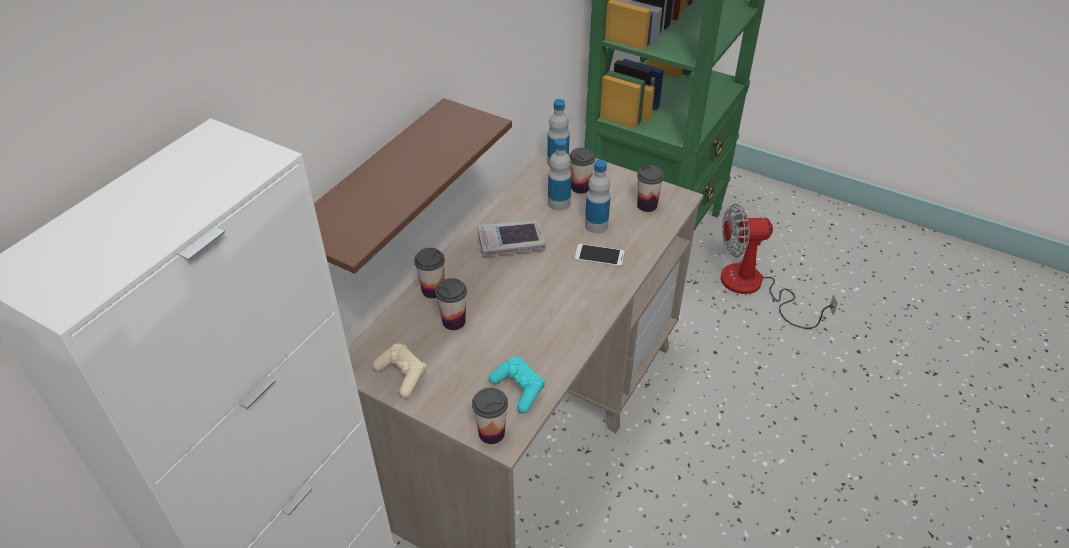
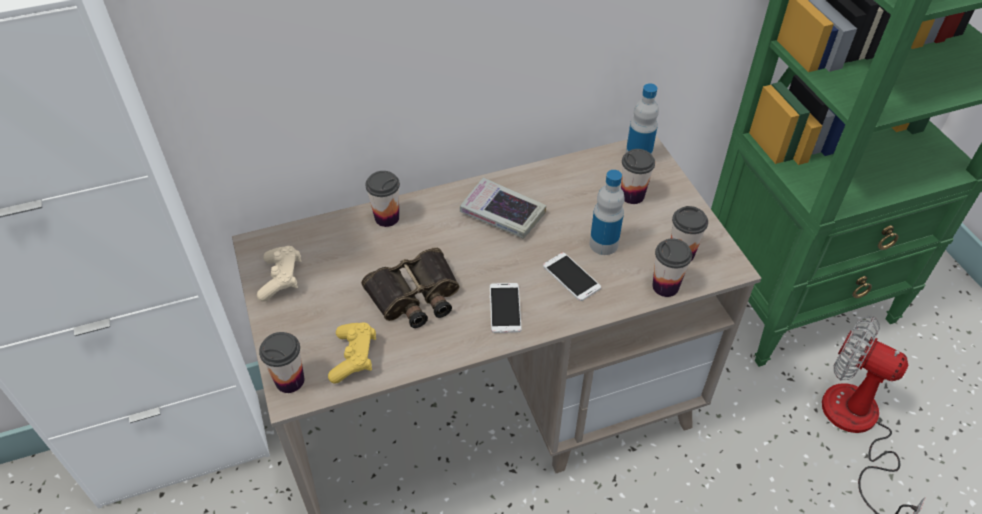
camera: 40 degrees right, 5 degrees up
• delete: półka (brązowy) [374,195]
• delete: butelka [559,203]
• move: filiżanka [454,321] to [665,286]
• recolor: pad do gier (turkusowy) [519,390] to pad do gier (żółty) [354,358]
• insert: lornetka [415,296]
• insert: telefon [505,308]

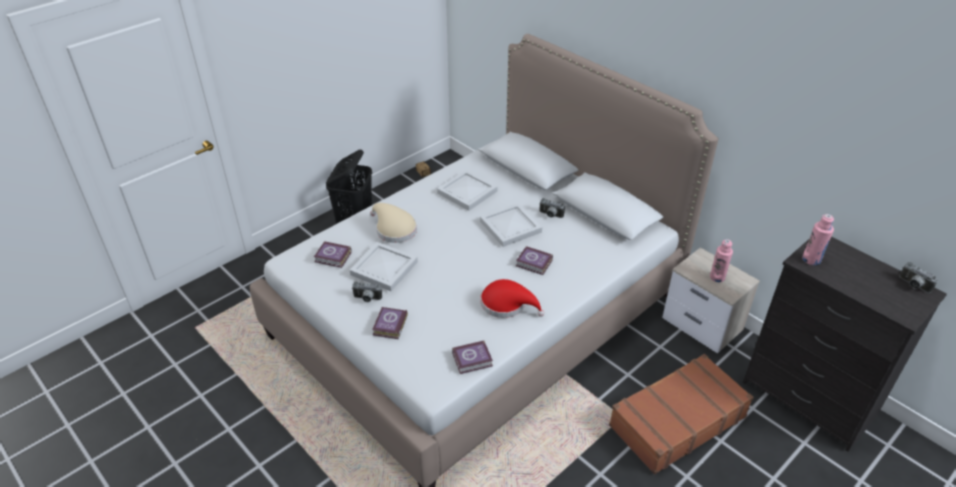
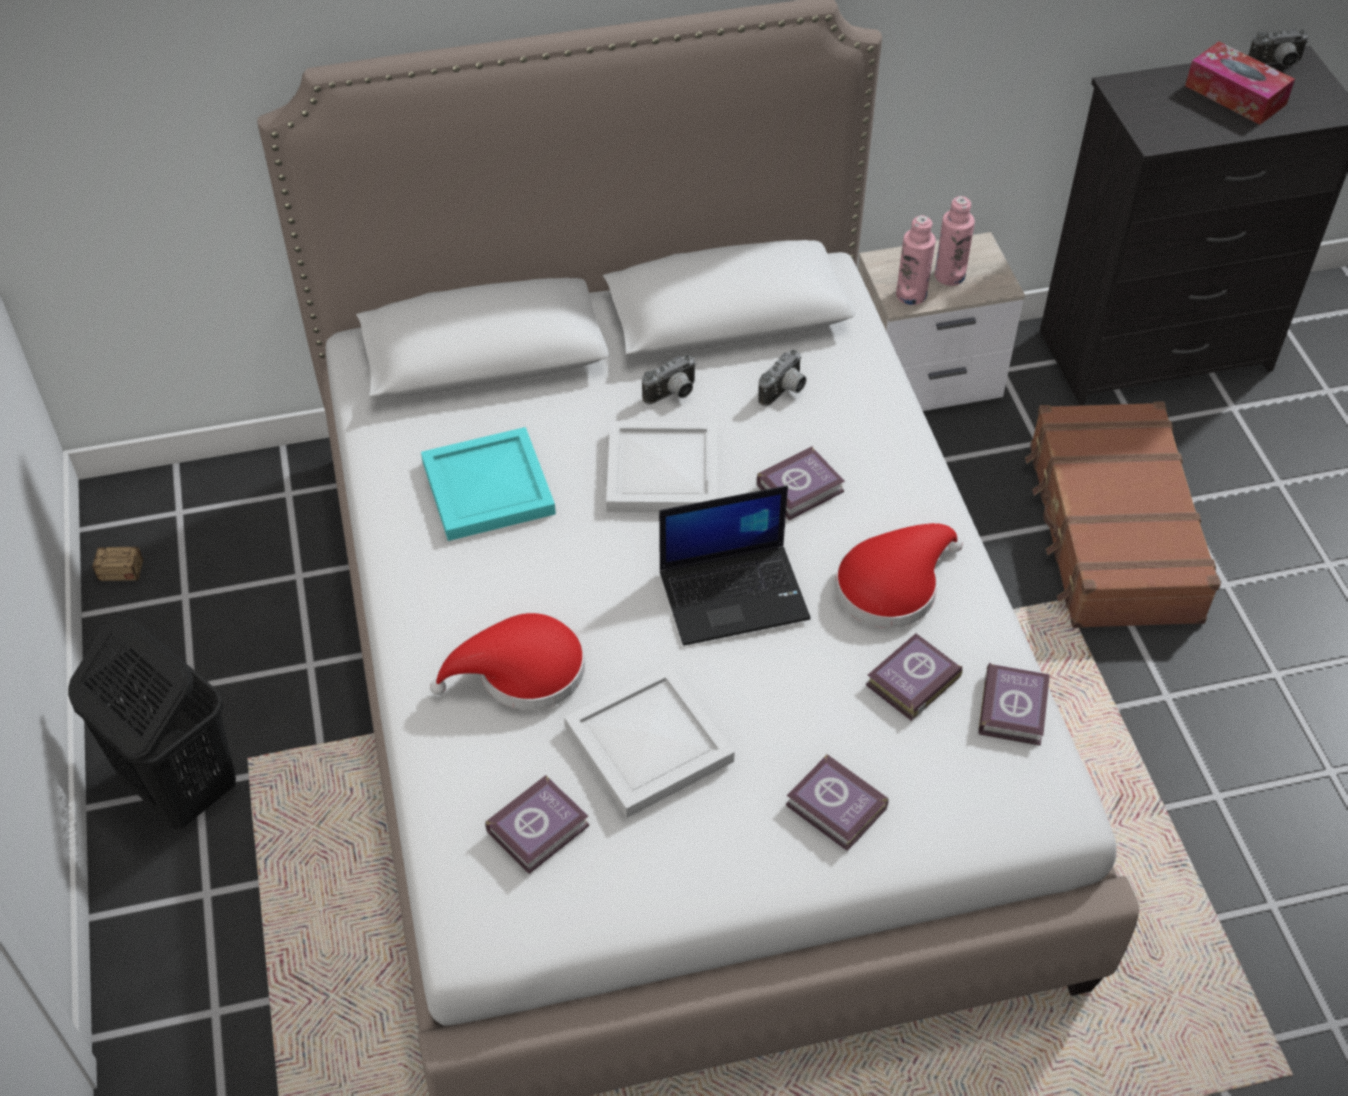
camera: 60 degrees left, 10 degrees up
• recolor: taca (biały) [468,192] to taca (turkusowy) [489,486]
• recolor: kapelusz (beżowy) [394,229] to kapelusz (czerwony) [522,672]
• move: butelka (różowy) [811,259] to [911,295]
• move: aparat fotograficzny [367,299] to [785,392]
• insert: pudełko chusteczek [1235,95]
• insert: laptop [735,593]
• insert: książka [910,681]

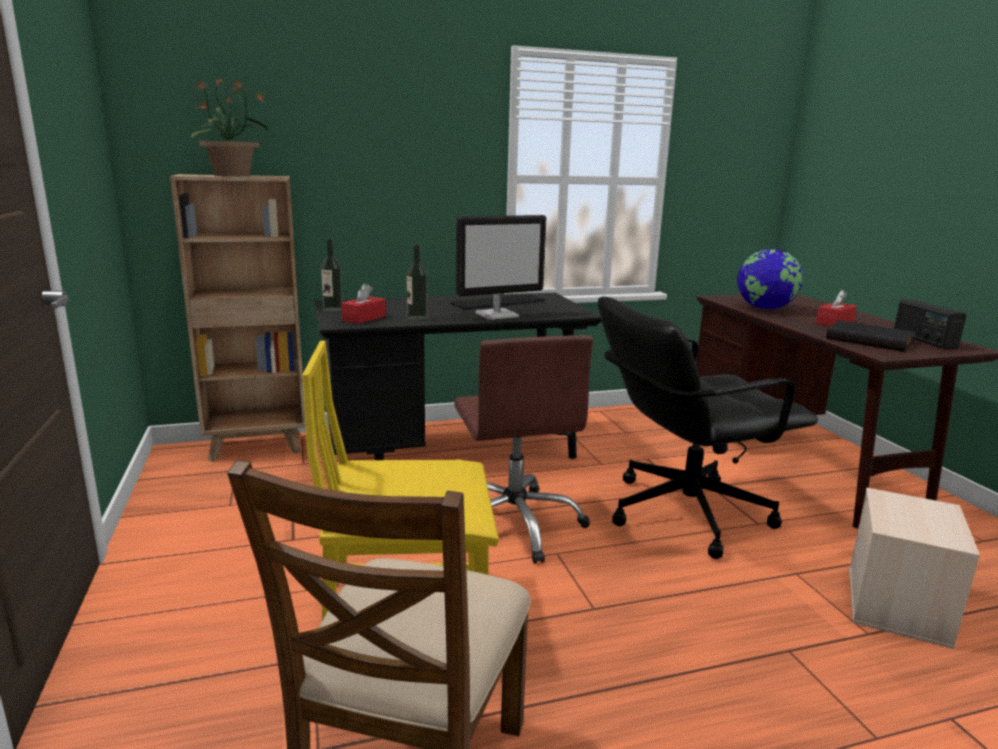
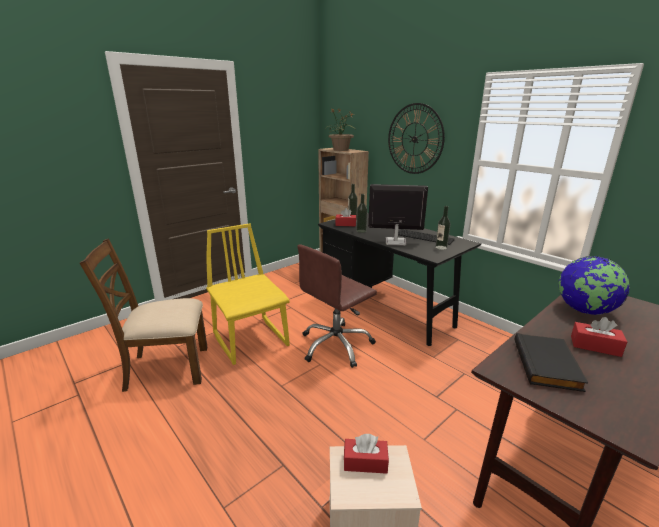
camera: 65 degrees right, 5 degrees up
• rotate: monitor [497,315] = [395,242] 150 degrees clockwise
• delete: krzesło biurowe (czarny) [684,512]
• delete: radio [923,340]
• insert: zegar ścienny [414,139]
• insert: butelka [441,247]
• insert: pudełko chusteczek (czerwony) [365,462]

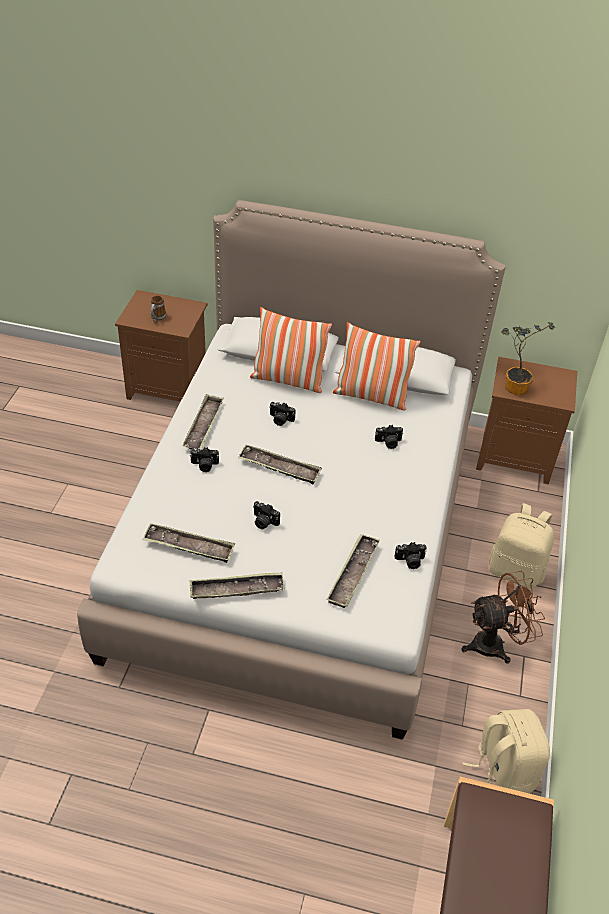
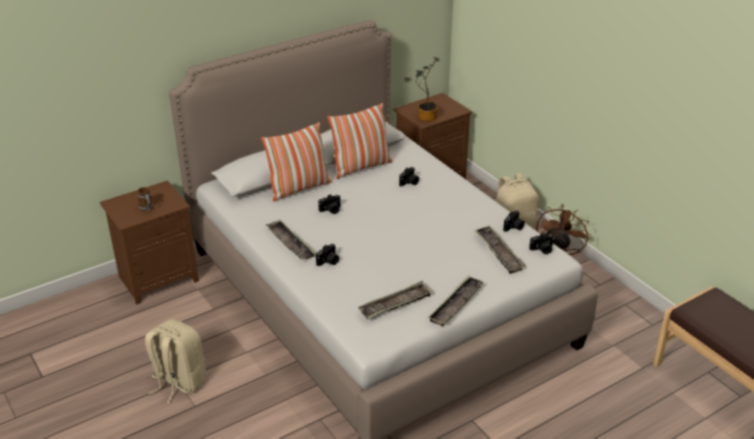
camera: 45 degrees left, 10 degrees down
• delete: taca [279,468]
• move: aparat fotograficzny [263,522] to [542,250]
• move: plecak (beżowy) [501,772] to [178,381]

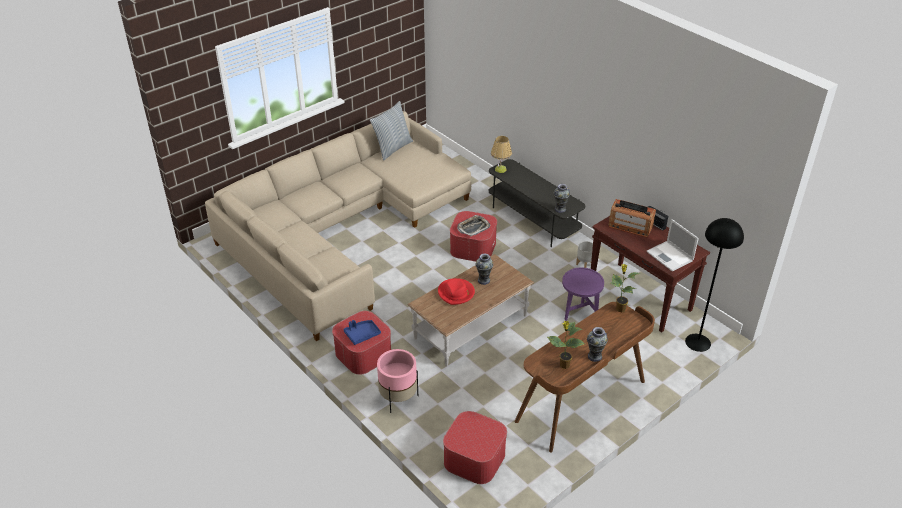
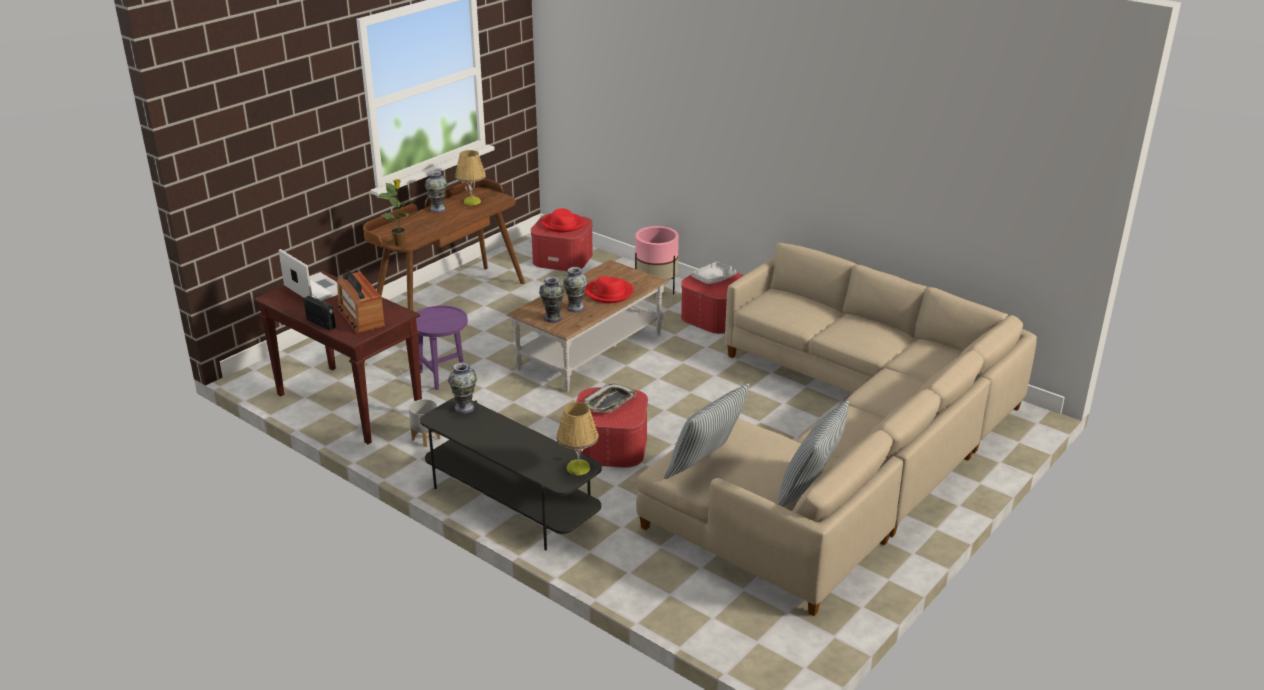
camera: 170 degrees right, 10 degrees down
• rotate: radio [630,226] = [361,317] 135 degrees counterclockwise
• delete: lampa stojąca (czarny) [698,342]
• recolor: taca (niebieski) [362,334] to taca (szary) [714,278]
• replace: roślina doniczkowa [564,365] to lampa stołowa [472,202]
• insert: kapelusz (czerwony) [563,224]
• insert: wazon [553,318]
• insert: poduszka [705,465]

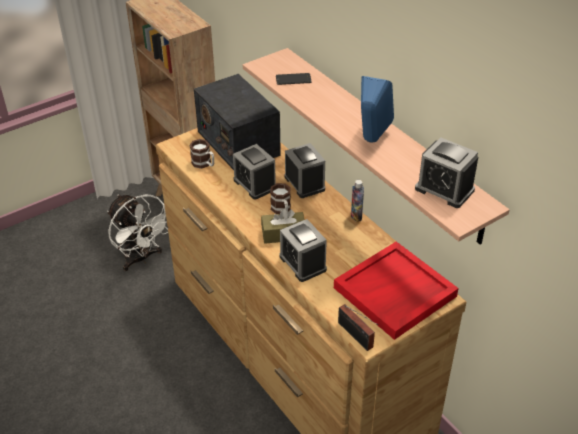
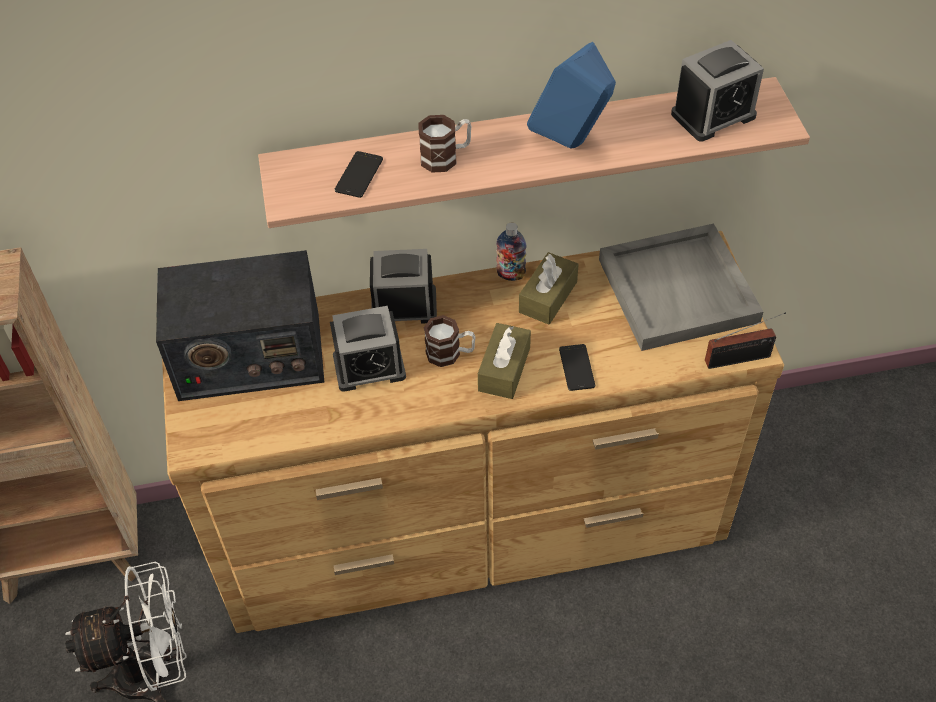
camera: 65 degrees left, 10 degrees up
• move: kubek [204,164] to [446,157]
• replace: budzik [302,263] to telefon [577,367]
• recolor: taca (czerwony) [394,293] to taca (szary) [679,291]
• insert: pudełko chusteczek (brązowy) [548,297]

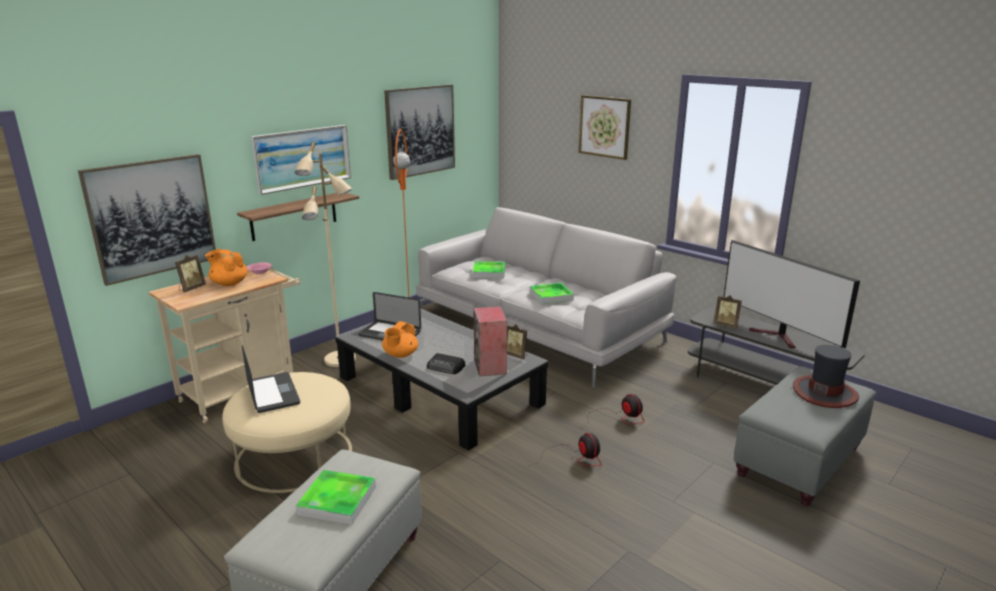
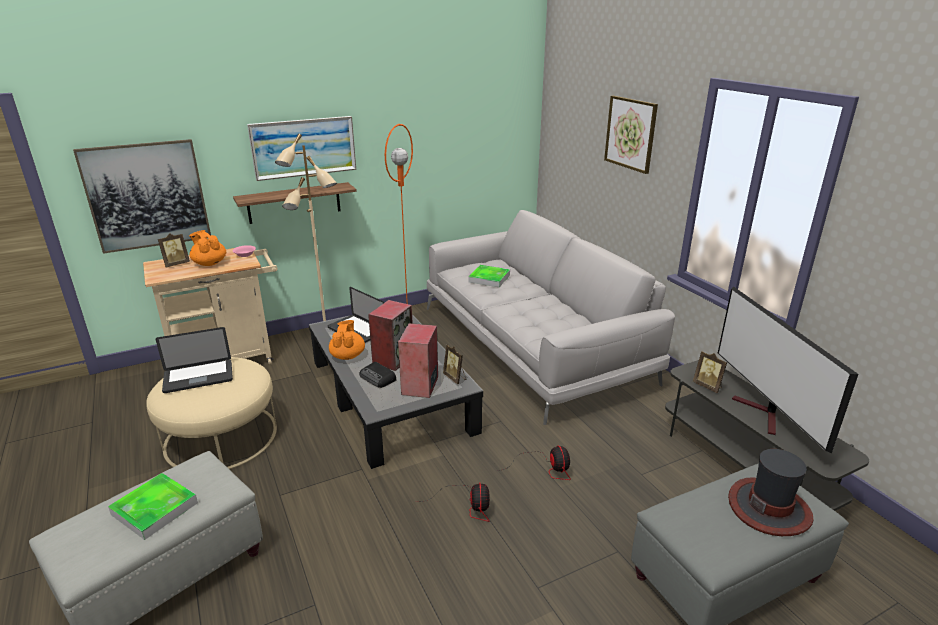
camera: 20 degrees right, 5 degrees up
• delete: obraz [420,131]
• delete: taca [551,296]
• rotate: imbryk (pomarańczowy) [400,355] = [348,355] 135 degrees clockwise
• rotate: laptop [273,393] = [198,377] 75 degrees clockwise
• insert: głośnik [393,358]

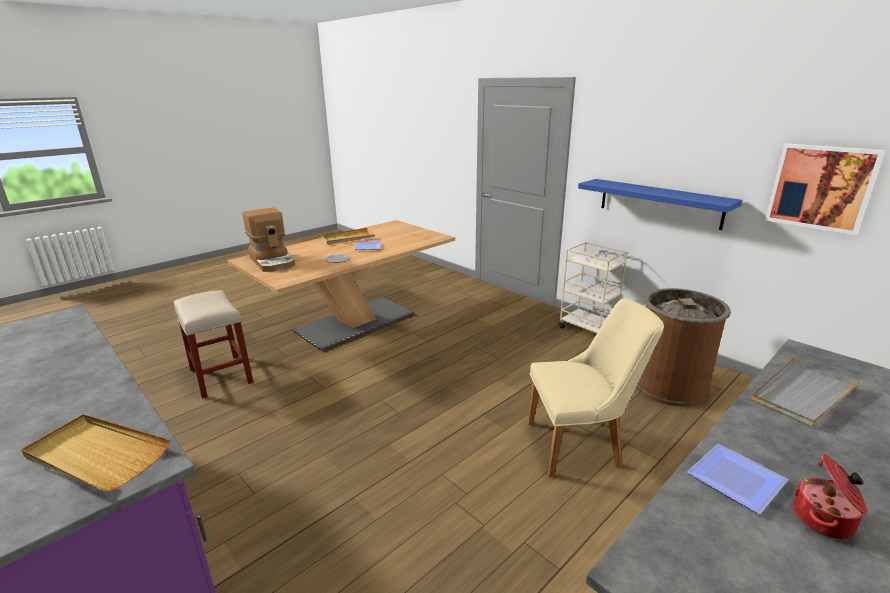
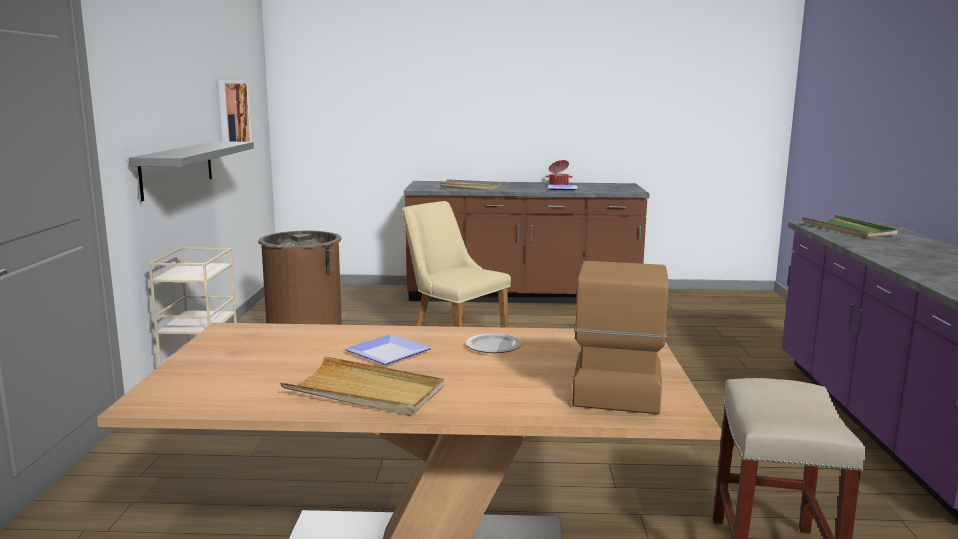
camera: 135 degrees left, 10 degrees down
• recolor: półka (niebieski) [659,203] to półka (szary) [177,168]
• recolor: taca (beżowy) [96,455] to taca (zielony) [848,230]

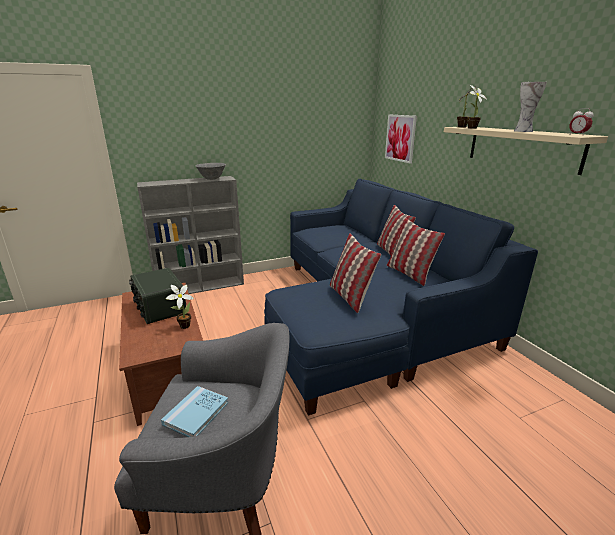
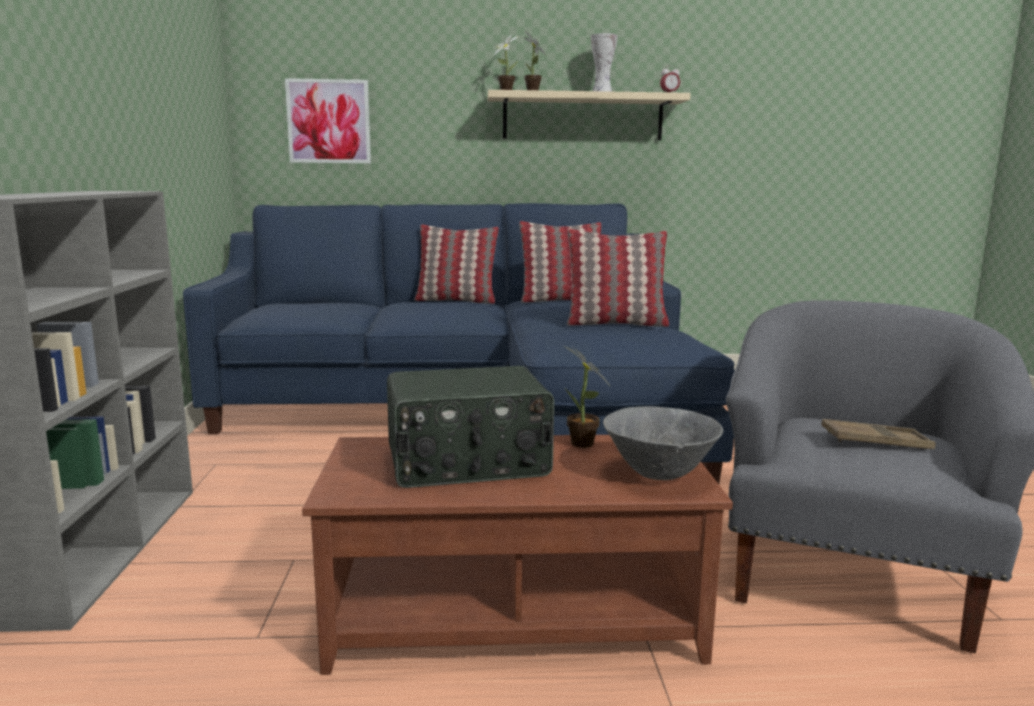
camera: 70 degrees left, 10 degrees down
• move: miska (szary) [212,179] to [660,475]
• replace: książka (niebieski) [196,413] to taca (brązowy) [875,442]

